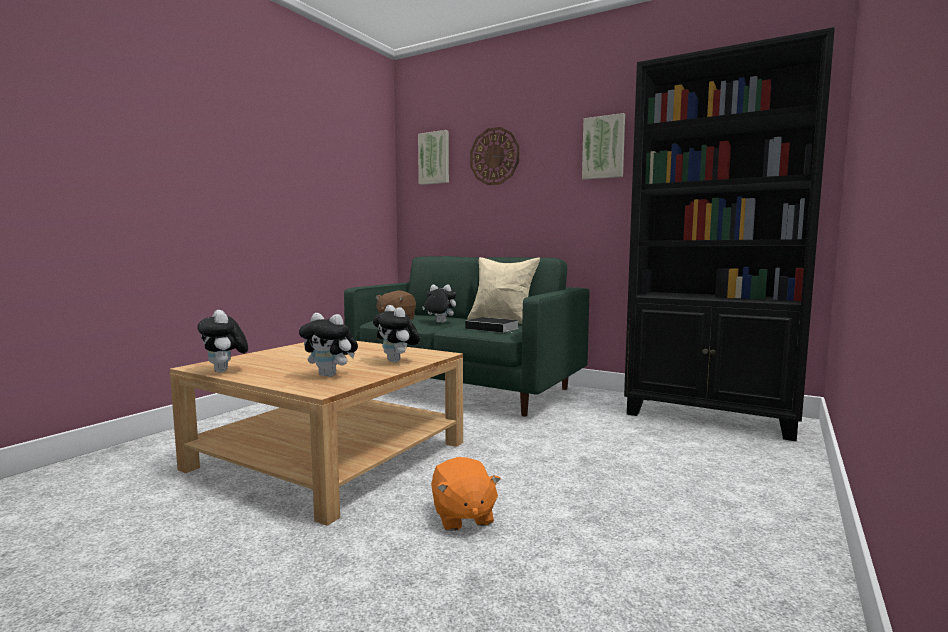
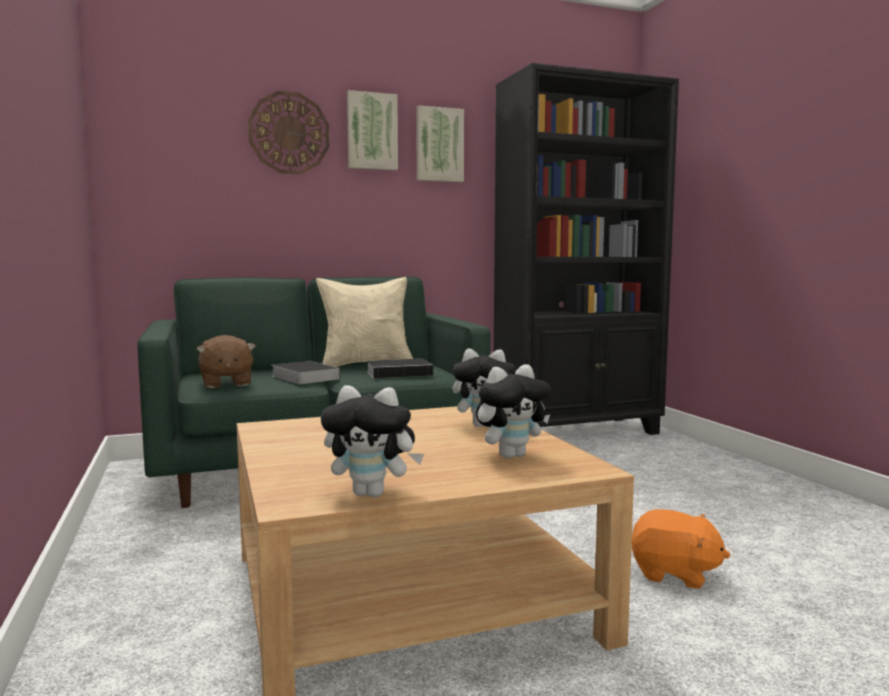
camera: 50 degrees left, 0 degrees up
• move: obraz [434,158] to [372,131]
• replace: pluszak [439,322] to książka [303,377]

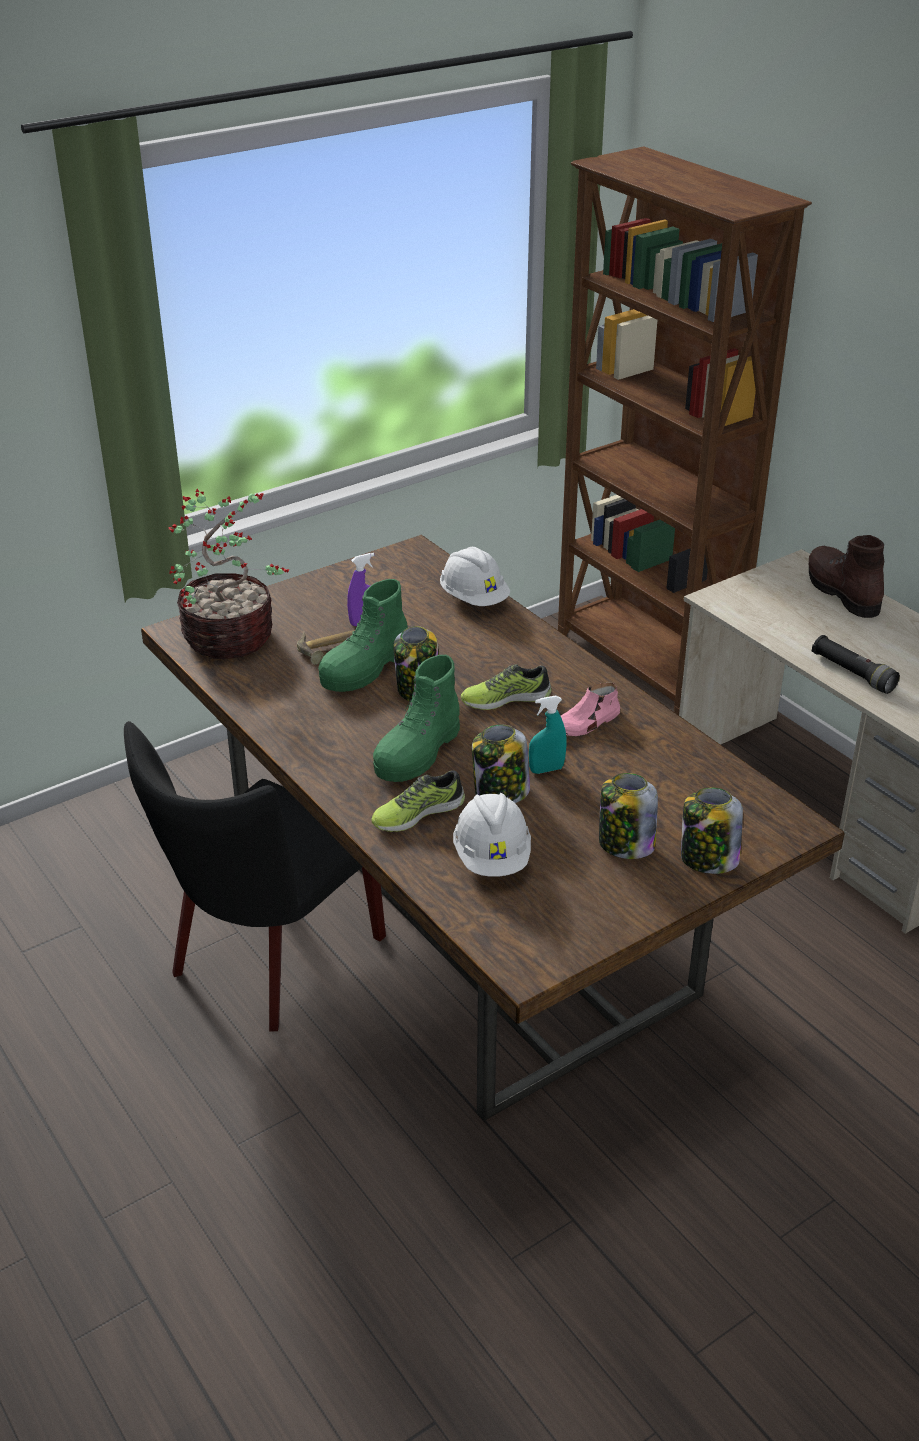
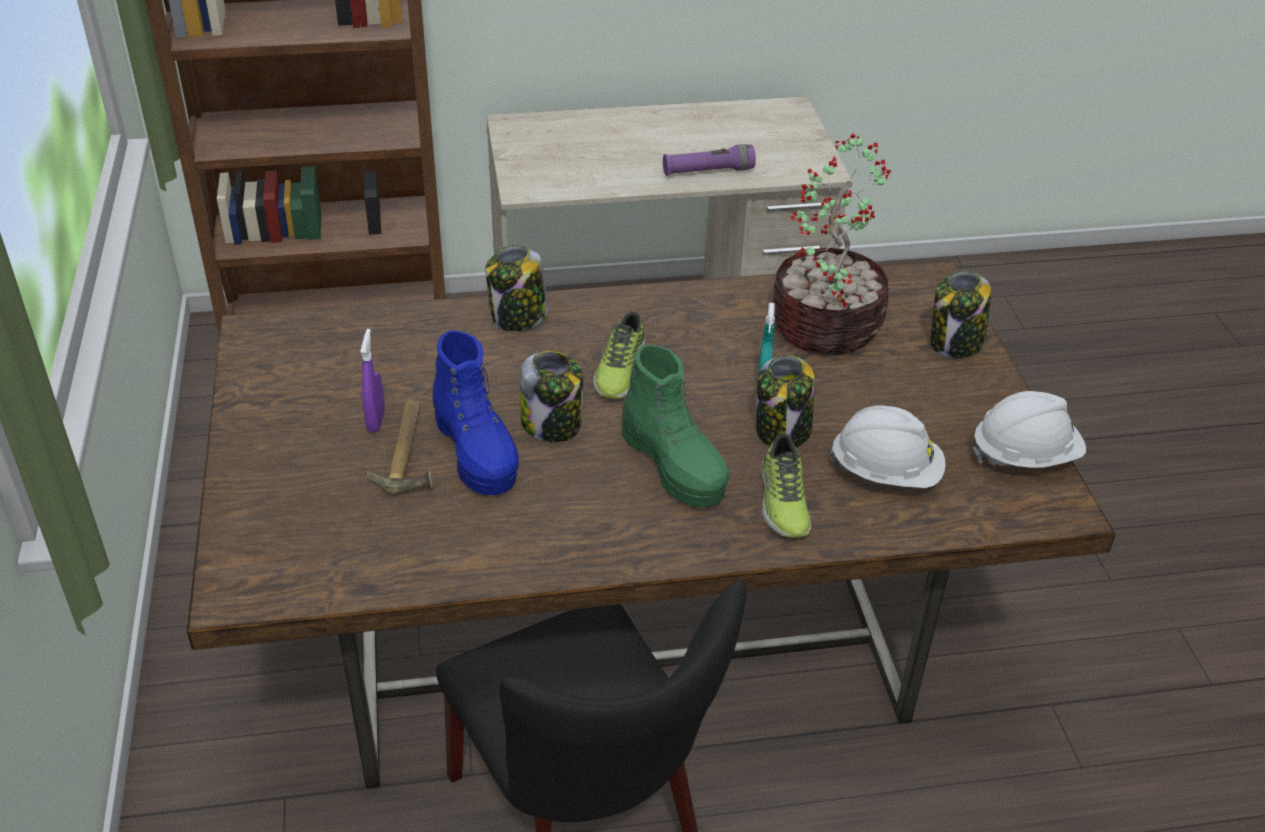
camera: 65 degrees left, 5 degrees up
• move: roślina doniczkowa [231,637] to [826,324]
• delete: but z cholewką (brązowy) [841,592]
• move: kask (biały) [474,599] to [1024,455]
• recolor: but z cholewką (zielony) [365,669] to but z cholewką (niebieski) [476,452]
• recolor: latarka (czarny) [852,673] to latarka (fioletowy) [708,171]
• delete: but (różowy) [585,723]
• move: słoik [625,844] to [518,318]

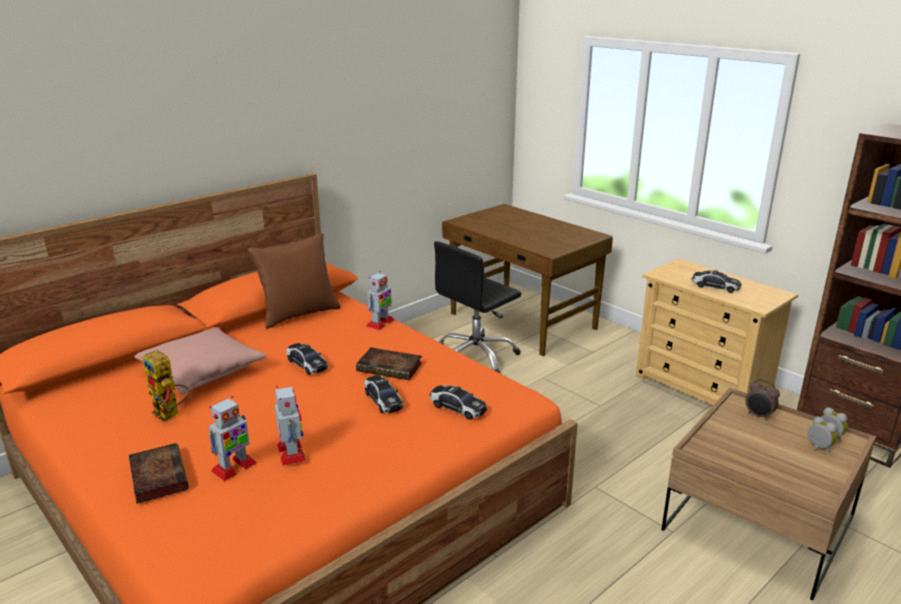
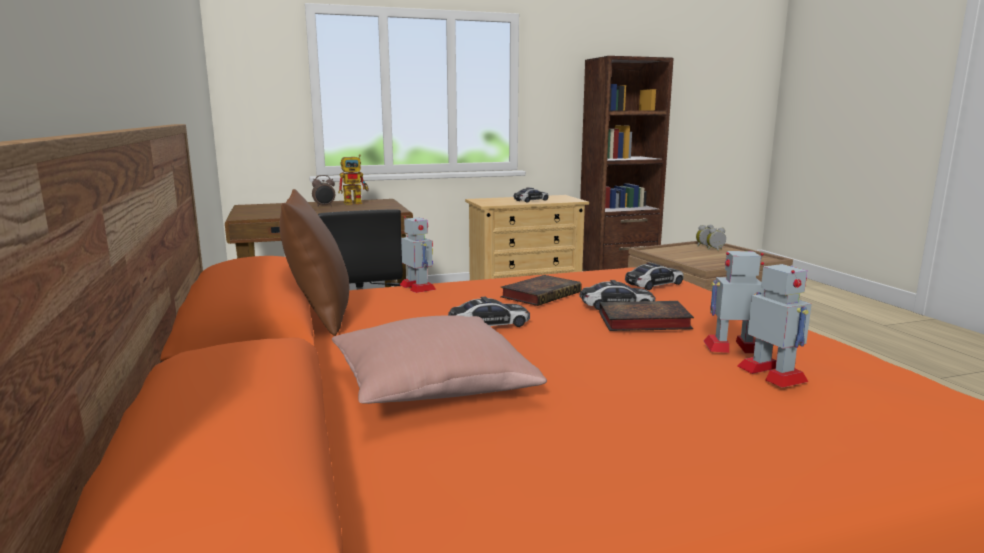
camera: 65 degrees left, 10 degrees down
• move: robot zabawkowy [171,415] to [356,203]
• move: budzik [758,416] to [324,206]
• move: książka [157,475] to [642,322]

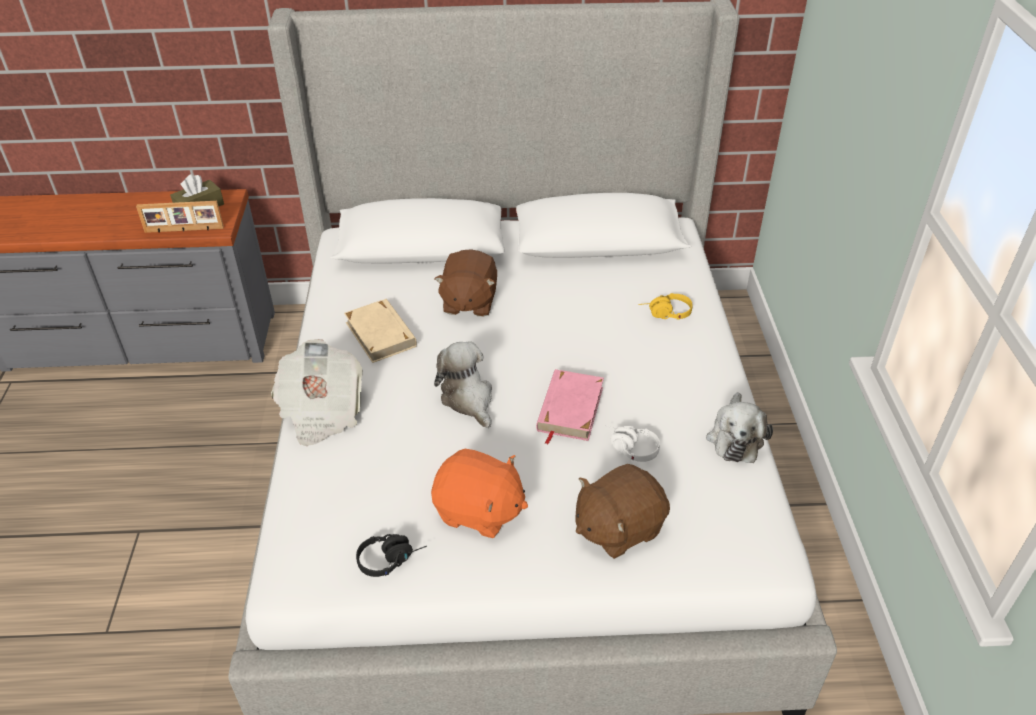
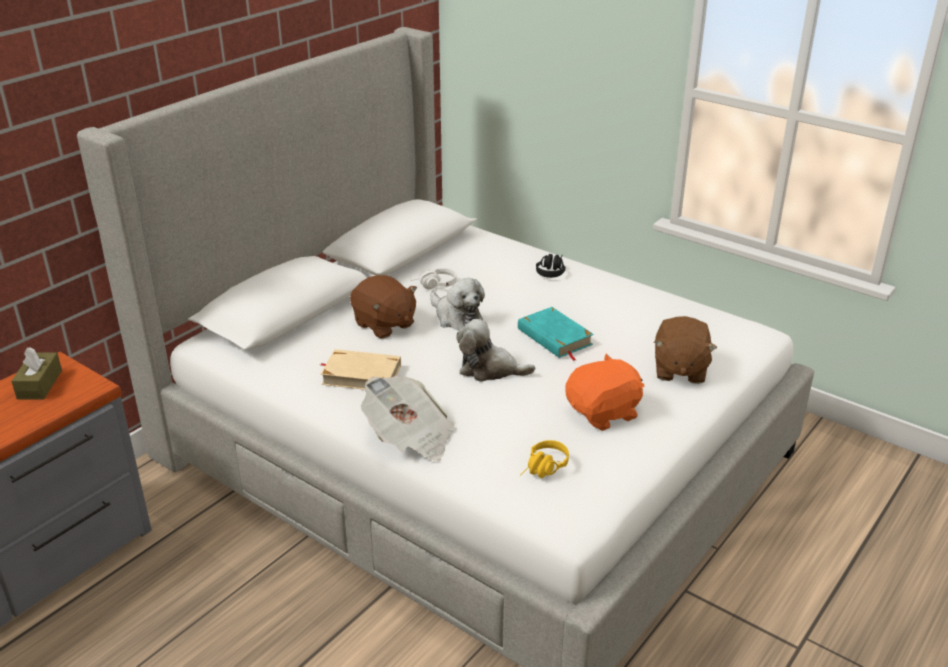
camera: 50 degrees left, 10 degrees down
• delete: ramka na zdjęcie [184,230]
• move: słuchawki (żółty) [664,314] to [543,469]
• recolor: książka (różowy) [569,409] to książka (turkusowy) [554,337]
• move: pluszak [735,437] to [456,317]
• move: słuchawki (biały) [628,448] to [434,286]
• move: słuchawki (czarny) [392,558] to [551,270]

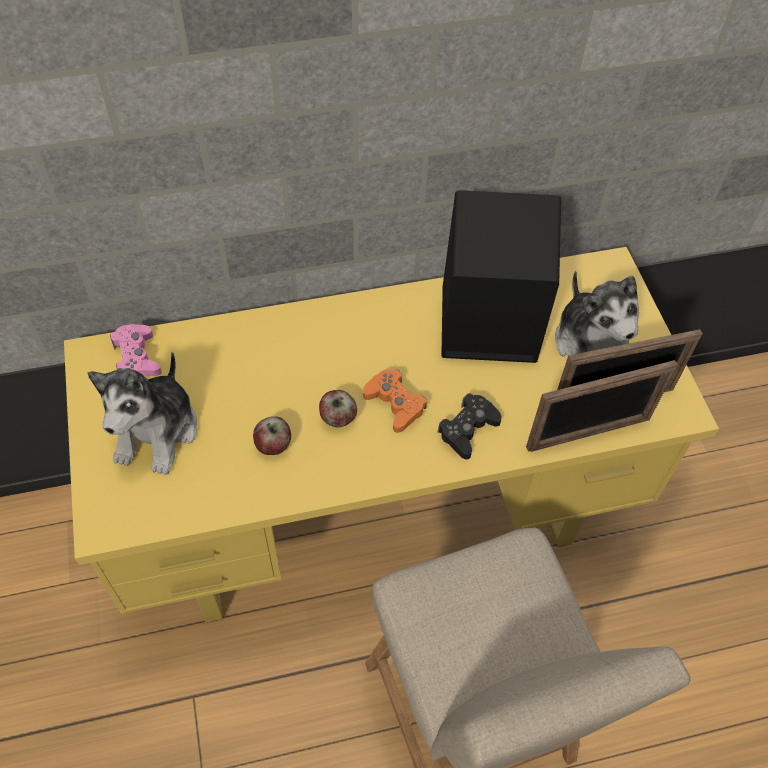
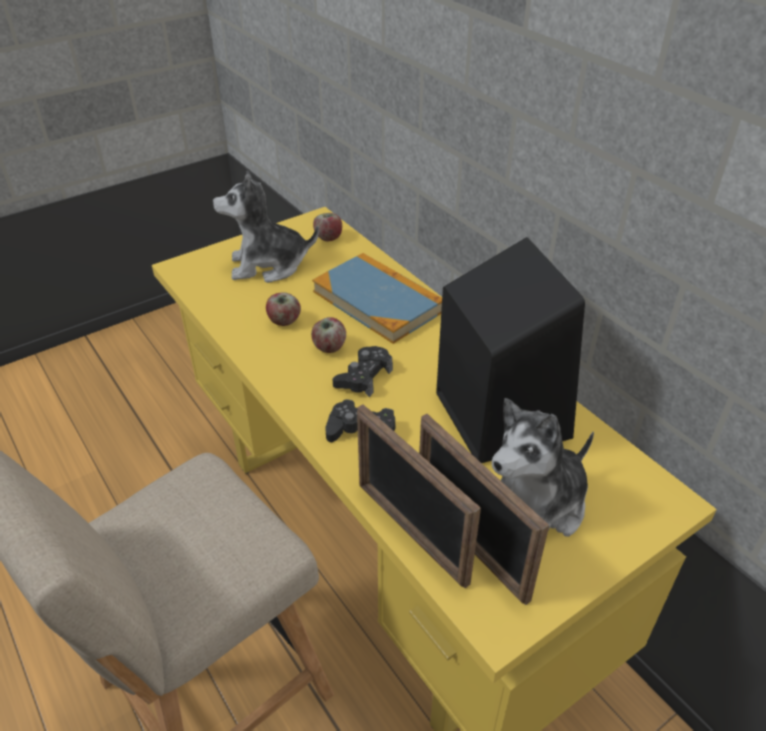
camera: 70 degrees right, 15 degrees down
• replace: pad do gier (różowy) [137,357] to jabłko [328,237]
• recolor: pad do gier (pomarańczowy) [395,404] to pad do gier (czarny) [363,377]
• insert: książka [378,301]

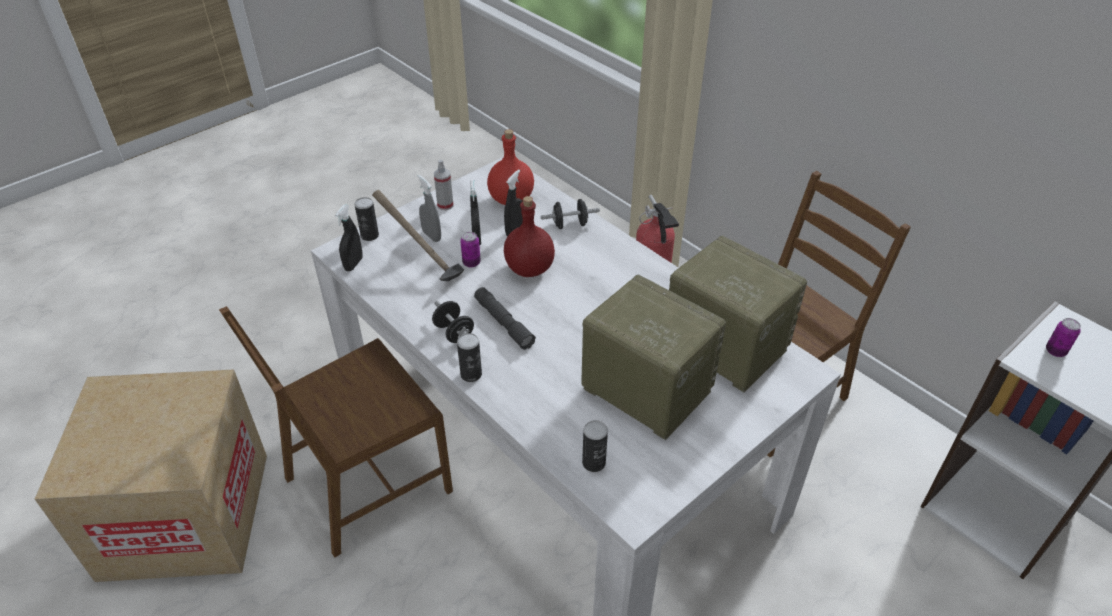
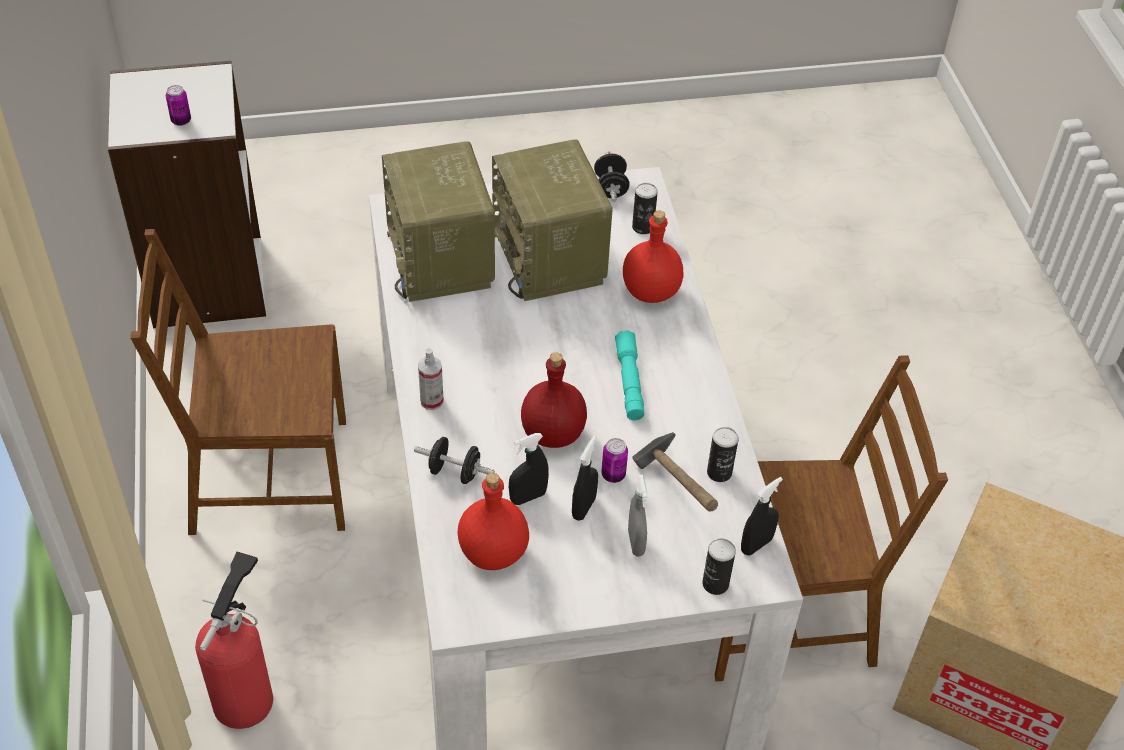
camera: 150 degrees left, 5 degrees up
• move: spryskiwacz [445,205] to [431,401]
• recolor: latarka (szary) [503,323] to latarka (turkusowy) [629,382]
• move: hantel (czarny) [454,333] to [610,188]
• move: puszka [471,374] to [719,472]
• insert: butelka (czerwony) [652,292]

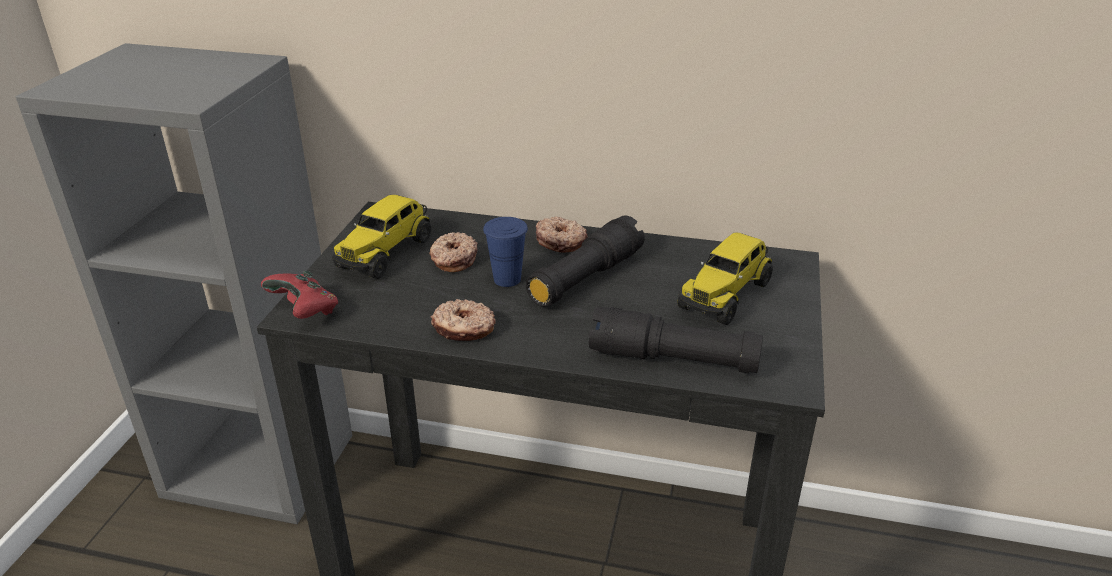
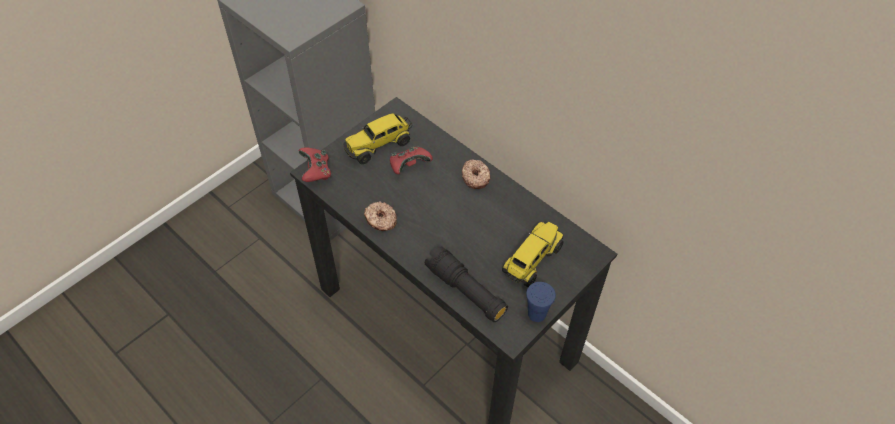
camera: 30 degrees right, 20 degrees up
• delete: latarka (czarny) [585,278]
• move: filiżanka (niebieski) [507,279] to [536,314]
• replace: donut [453,259] to pad do gier (czerwony) [409,166]
• rotate: ciężarówka zabawkowa [725,295] = [531,260] 150 degrees clockwise

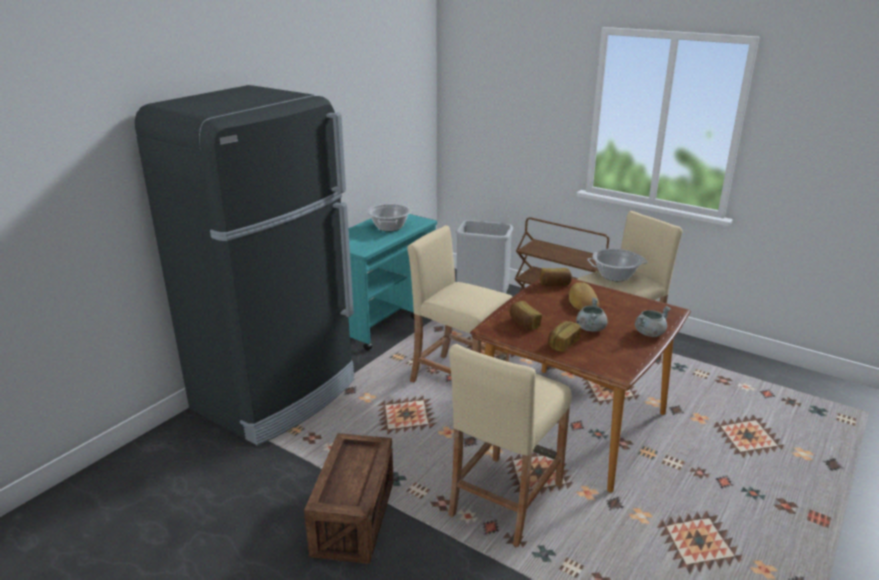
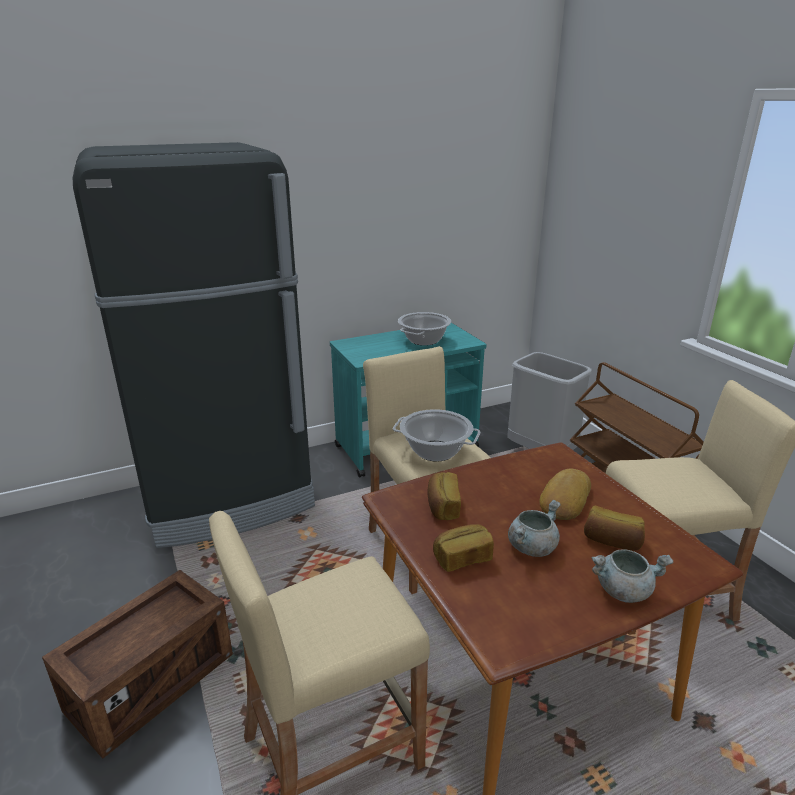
camera: 30 degrees right, 0 degrees up
• move: garnek [615,276] to [435,451]
• move: chleb [555,284] to [612,541]

